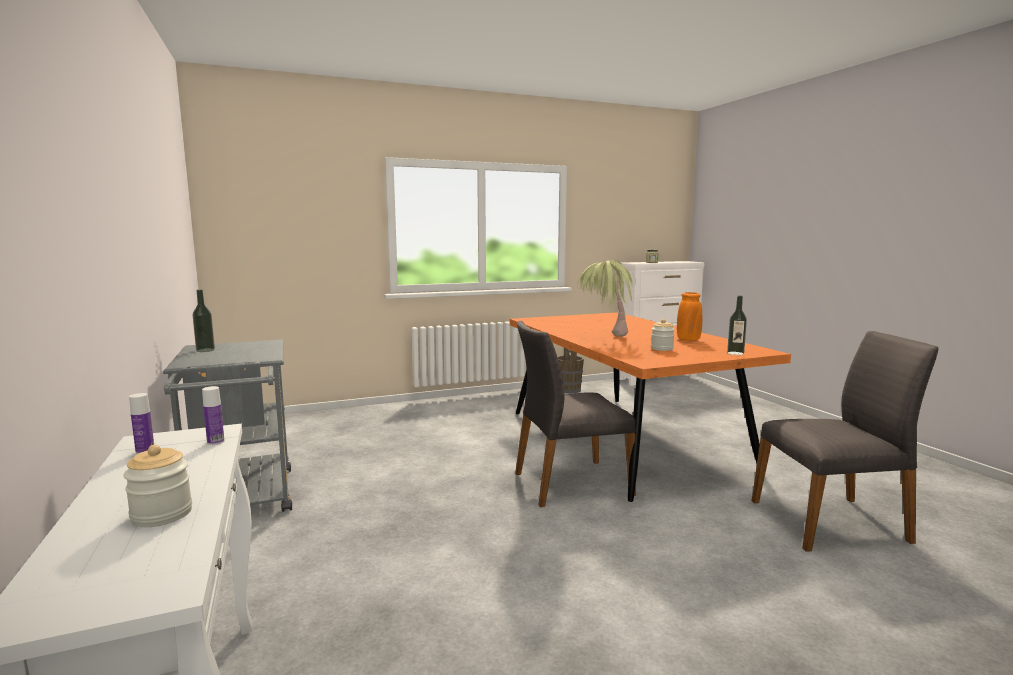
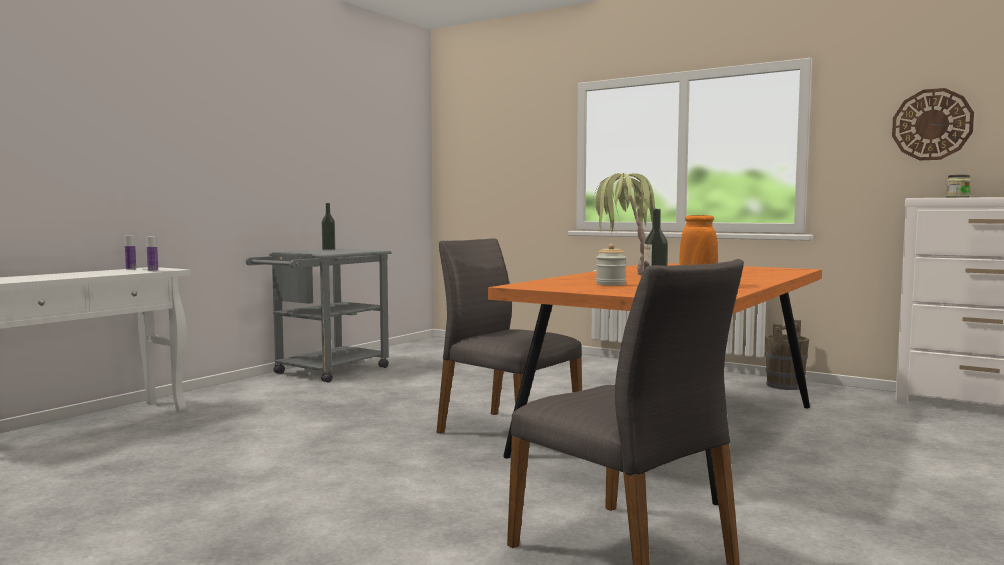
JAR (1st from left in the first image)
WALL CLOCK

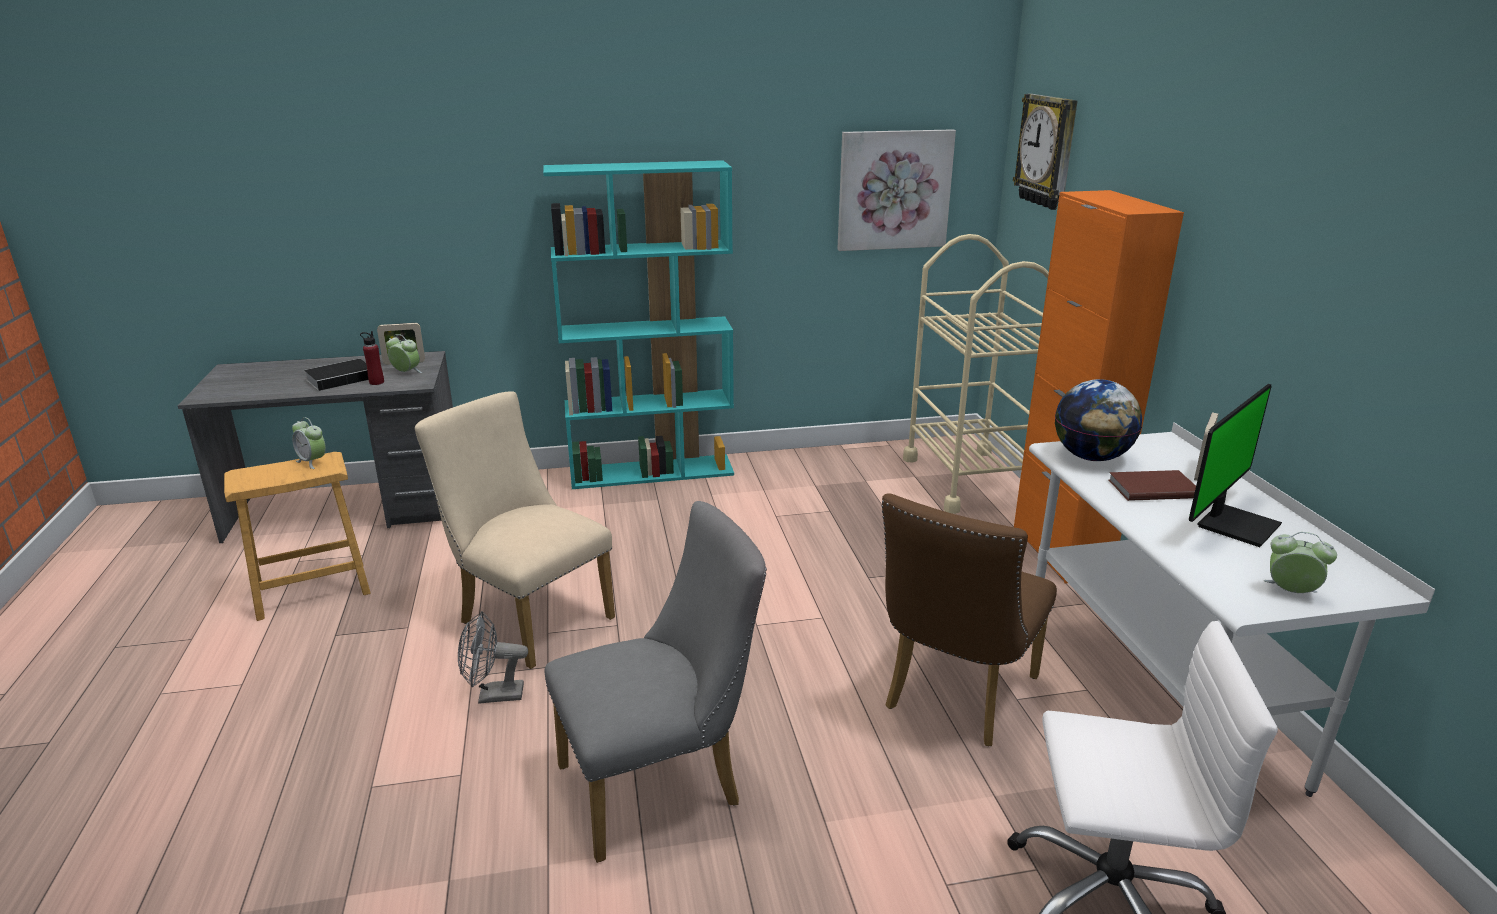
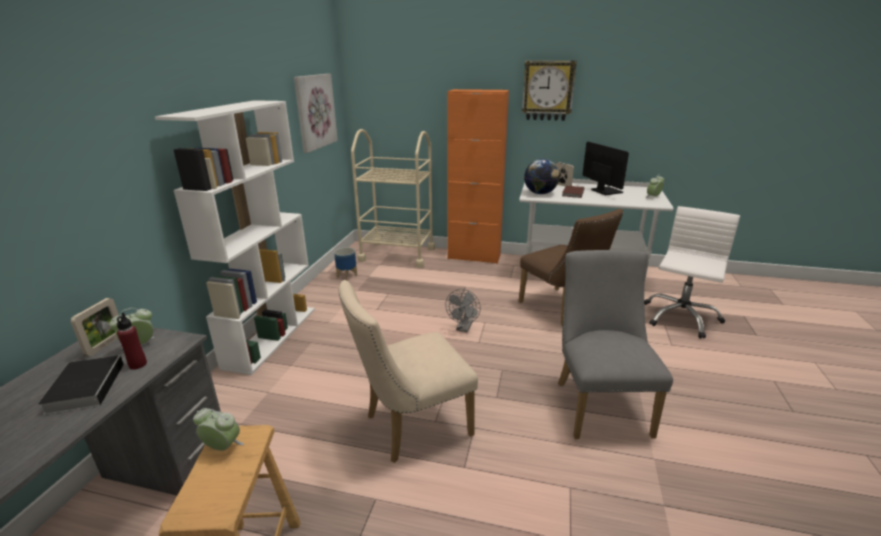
PLANTER
GREY FAN
WALL CLOCK
WHITE BOOKCASE
ALARM CLOCK (2nd from left)

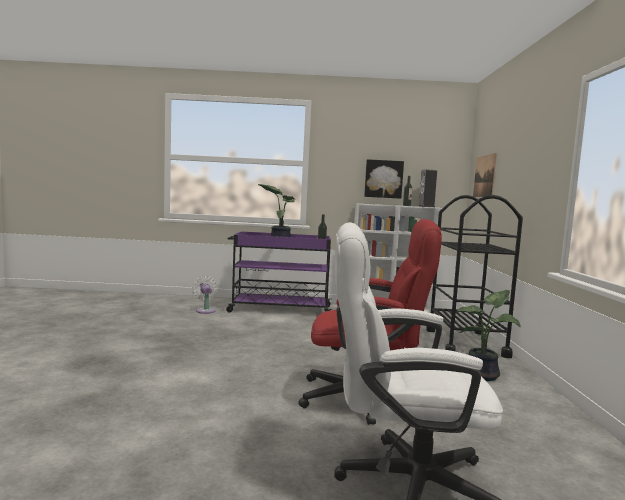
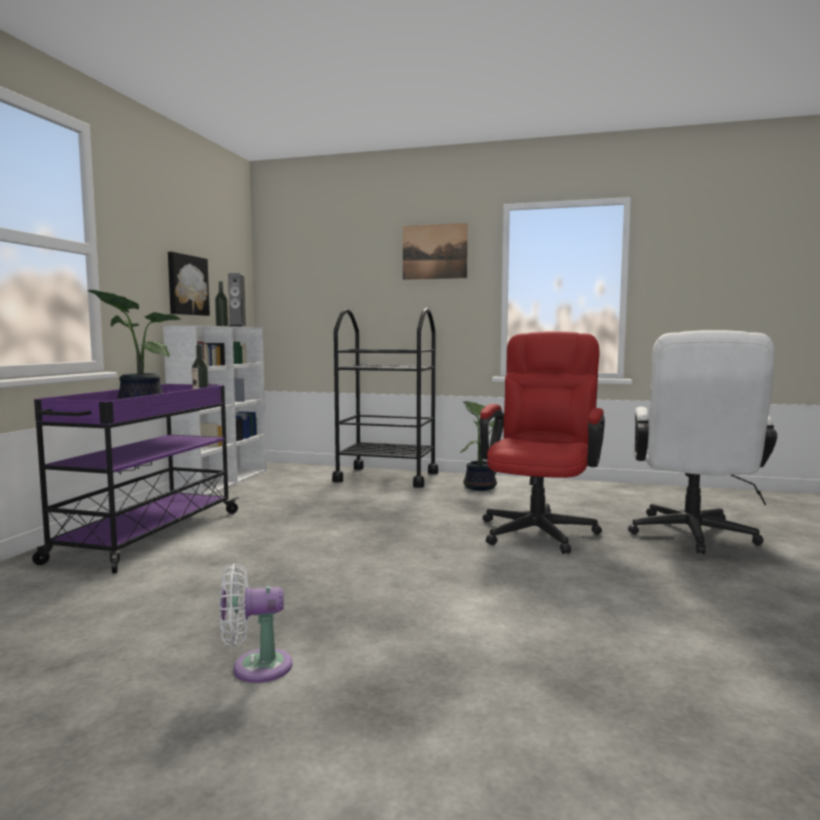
WHITE FAN
PICTURE (2nd from left)

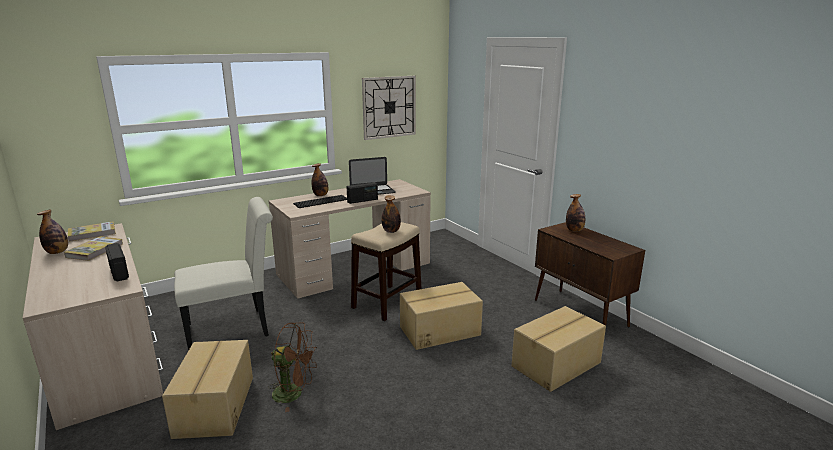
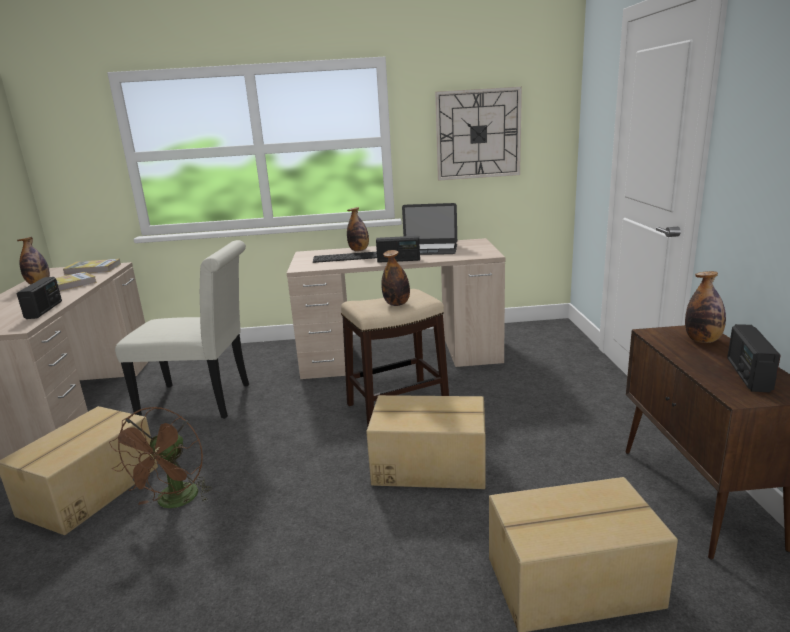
RADIO (3rd from left)
BROWN FAN

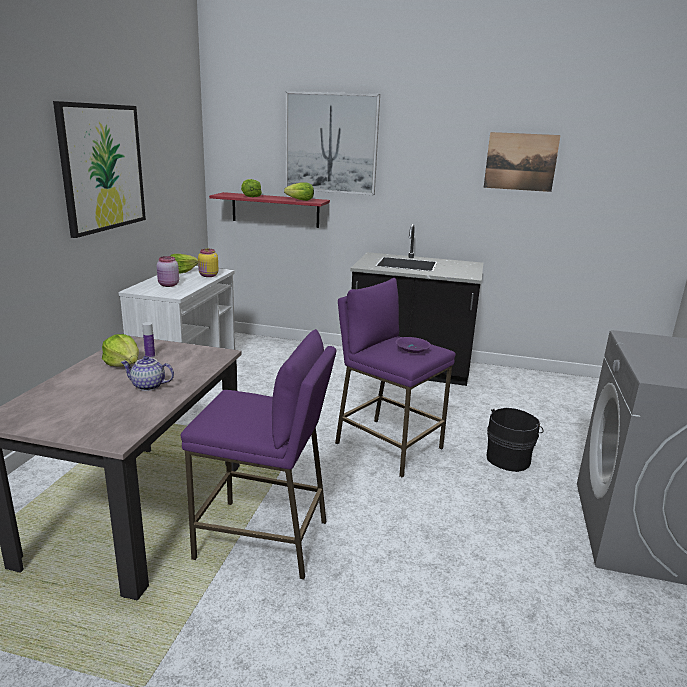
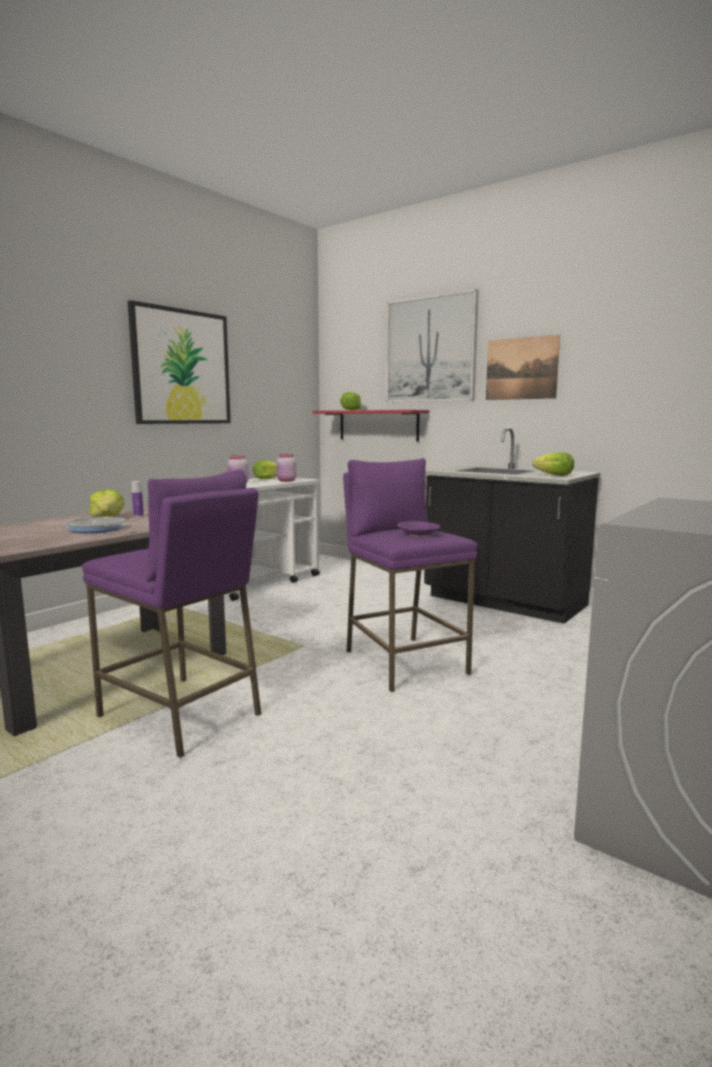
BLACK BUCKET
LETTUCE (4th from left)
PICTURE (3rd from left)
FRYING PAN
PINK JAR (2nd from left)

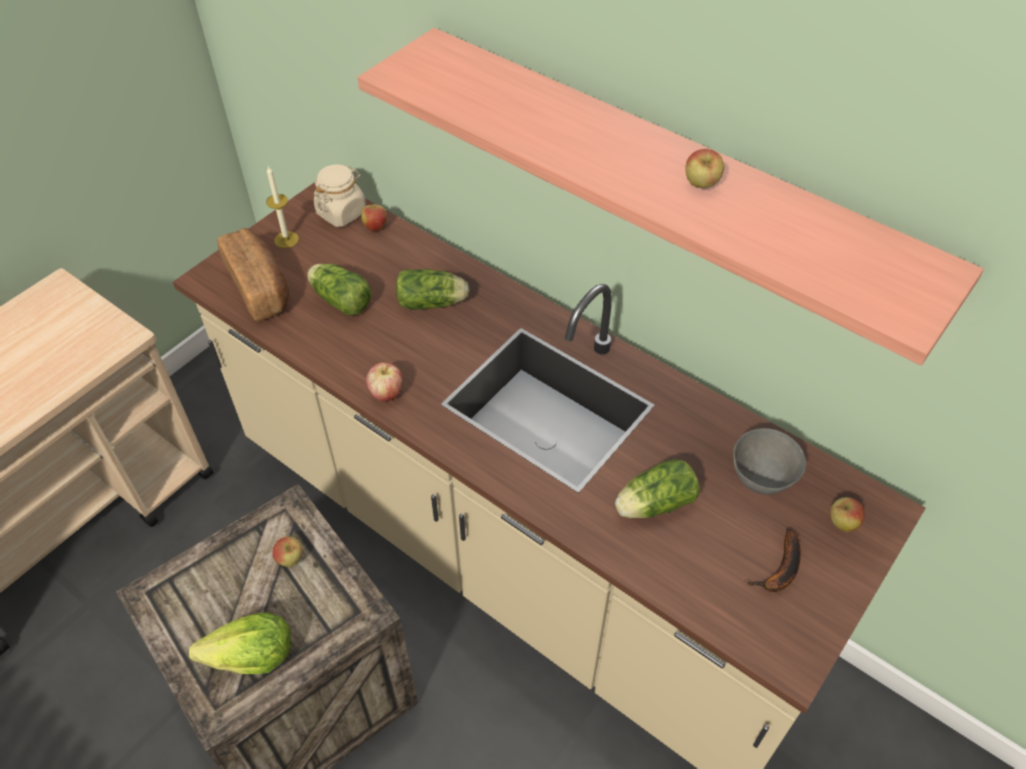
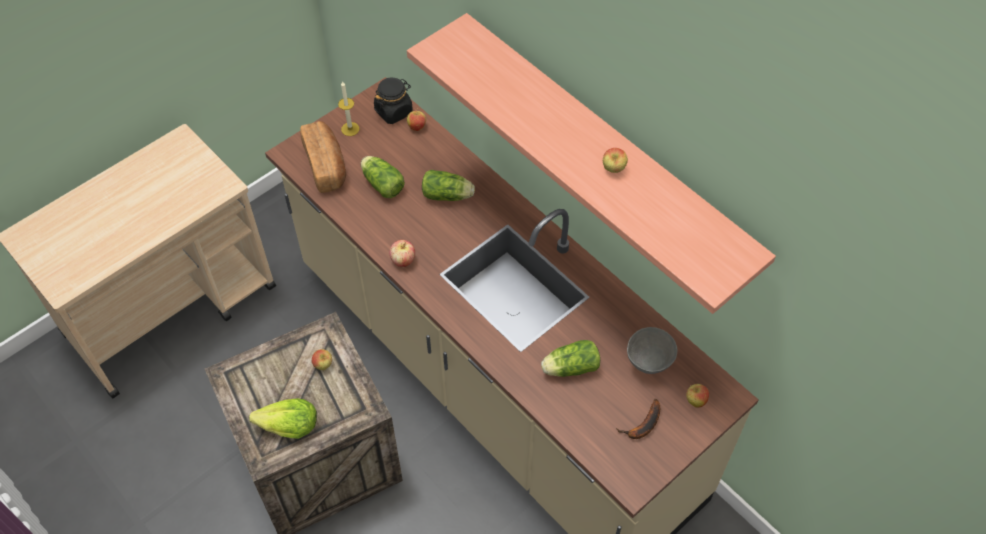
BLACK JAR

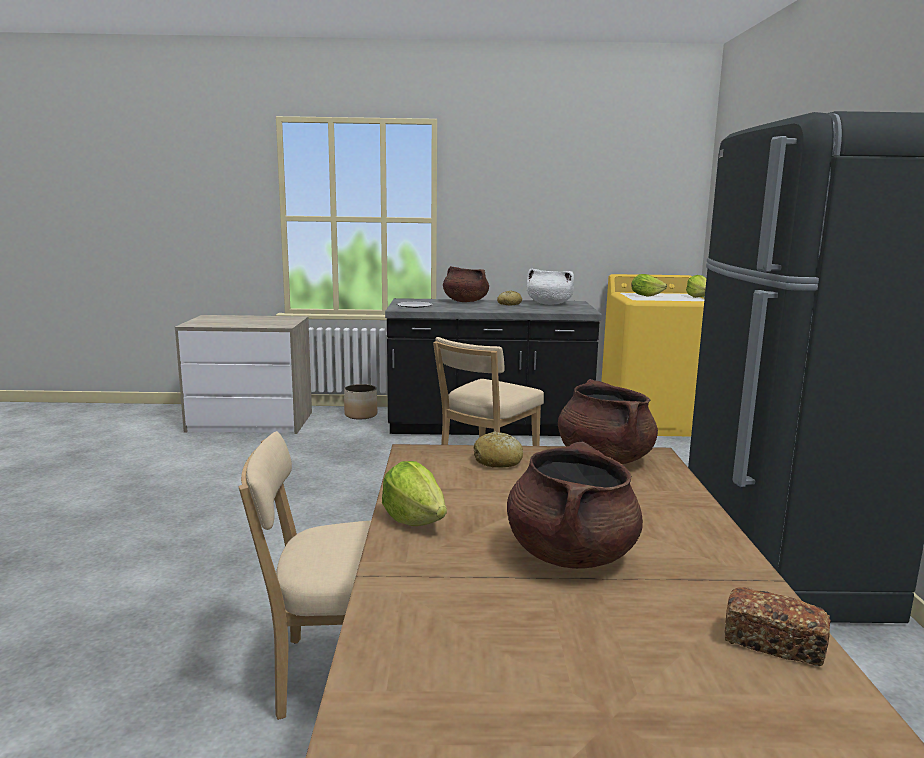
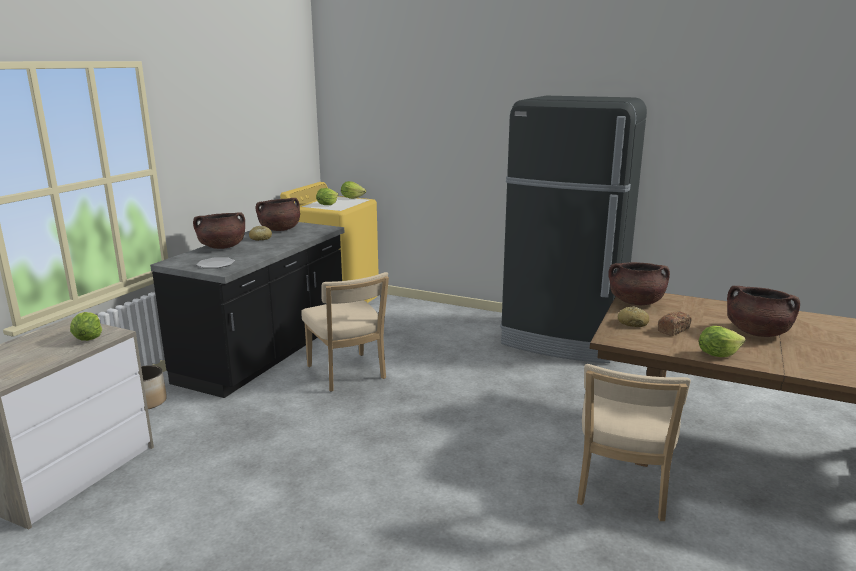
LETTUCE (1st from left)
BREAD (3rd from left)
BROWN COOKING POT (2nd from left)

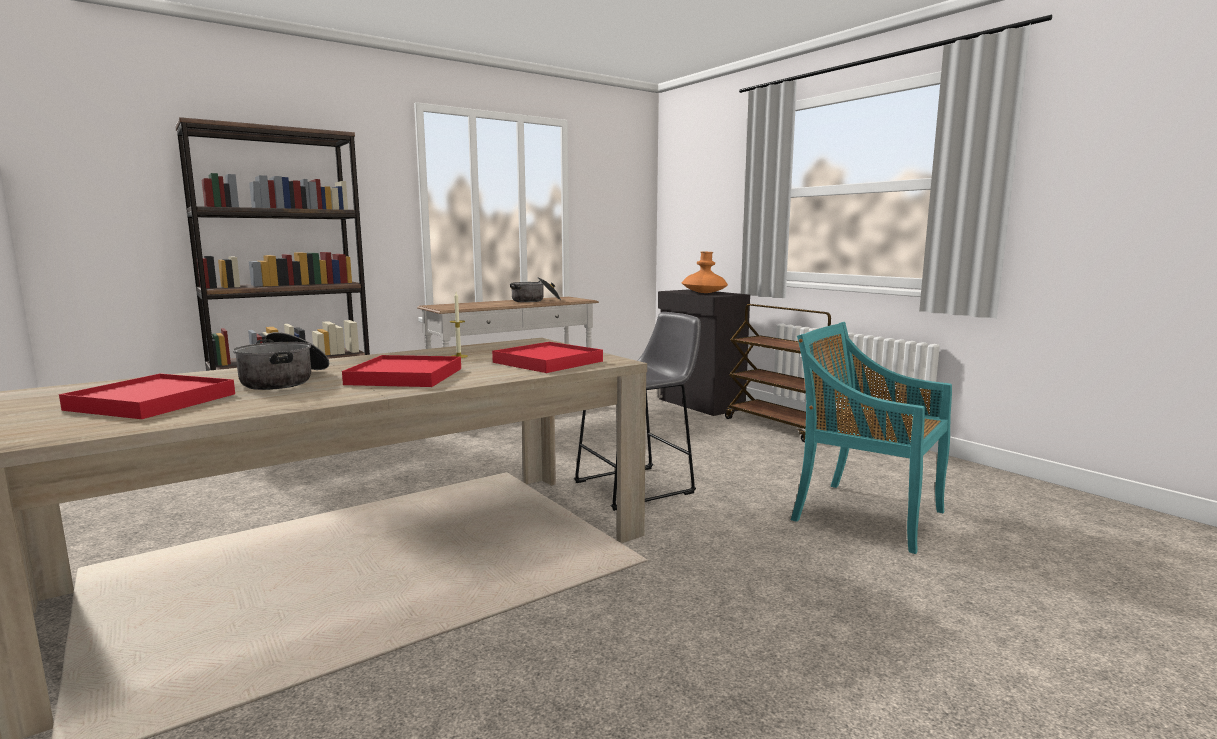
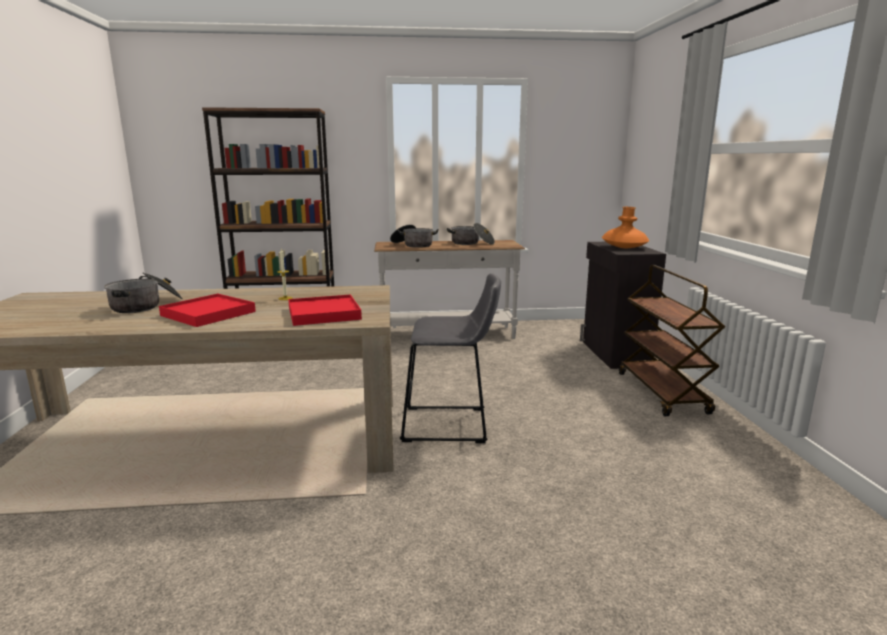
RED TRAY (1st from left in the first image)
TURQUOISE CHAIR
COOKING POT (2nd from left)

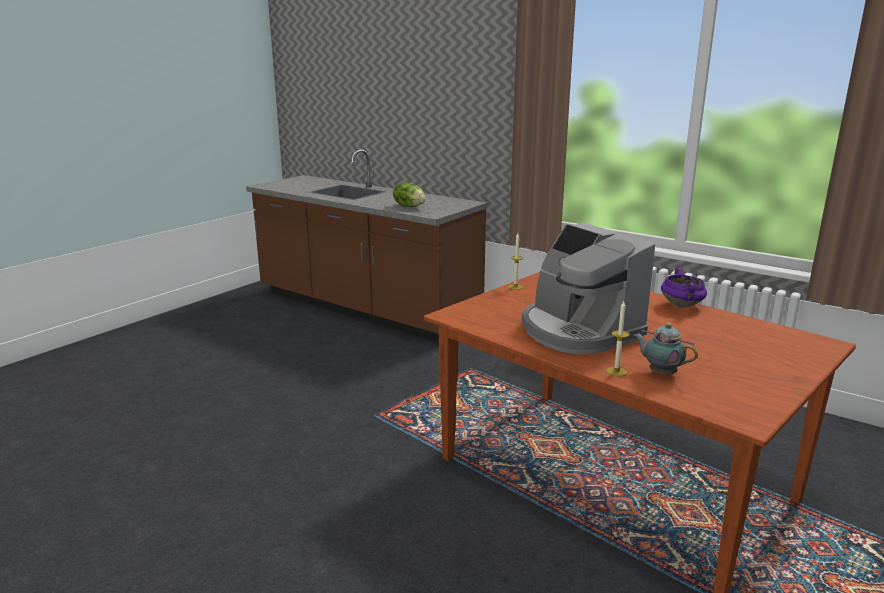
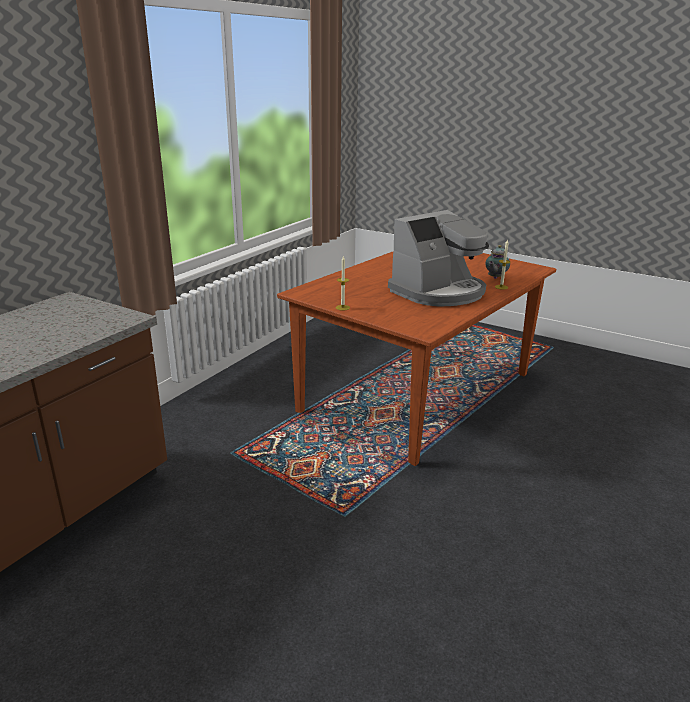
LETTUCE
PURPLE COOKING POT

